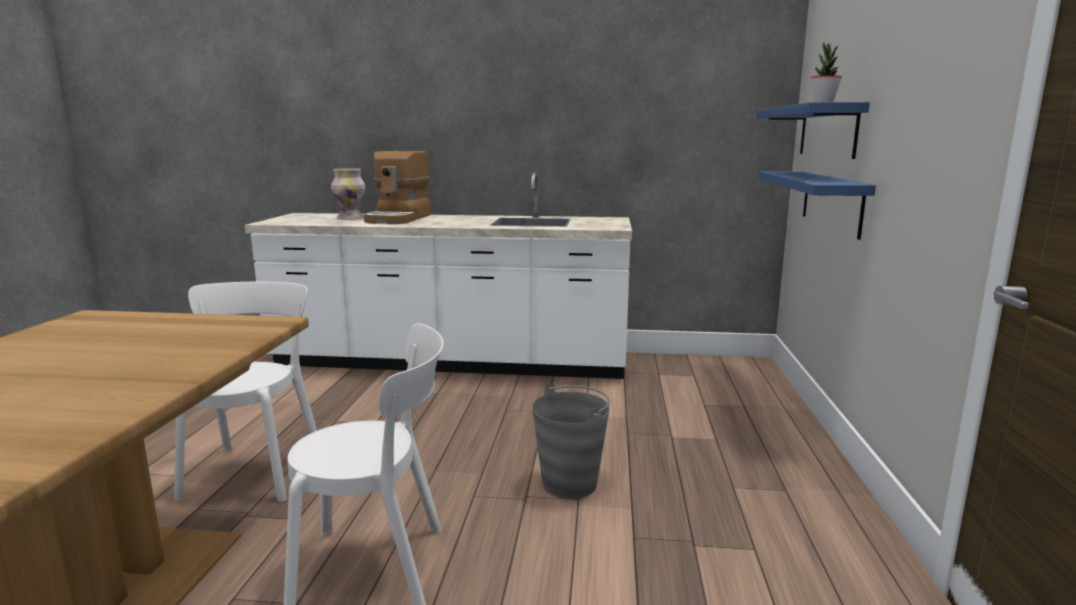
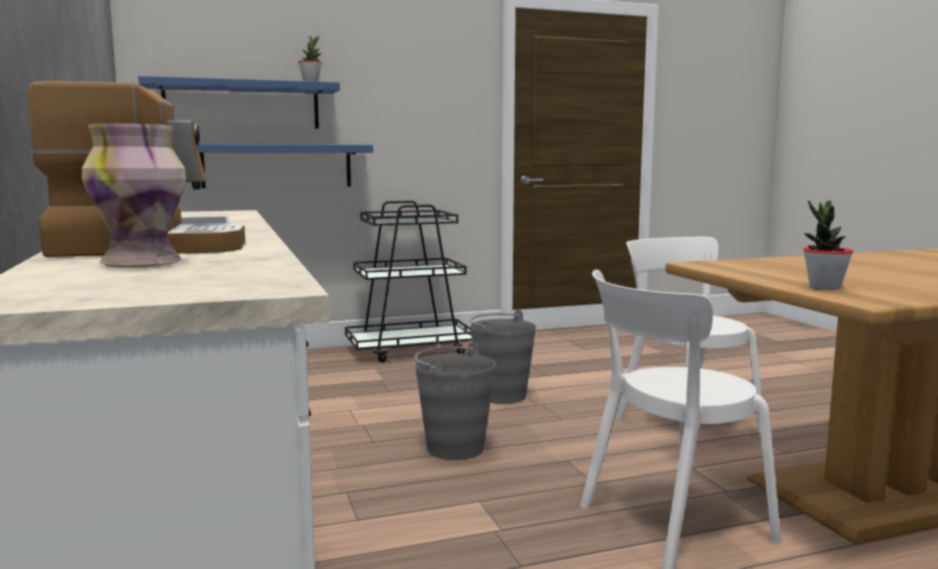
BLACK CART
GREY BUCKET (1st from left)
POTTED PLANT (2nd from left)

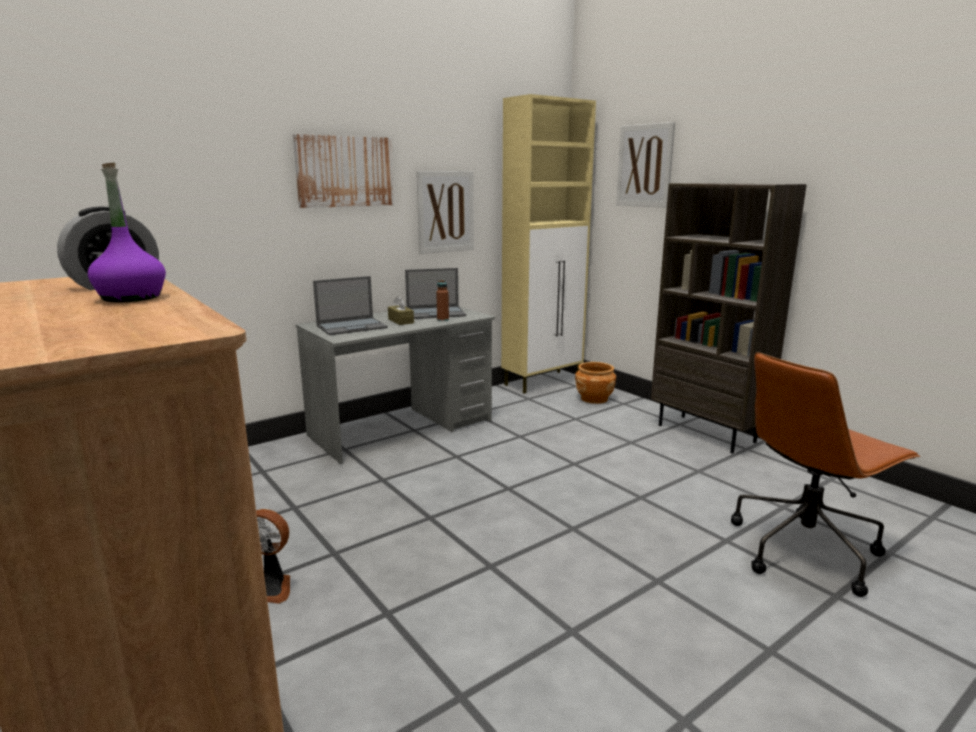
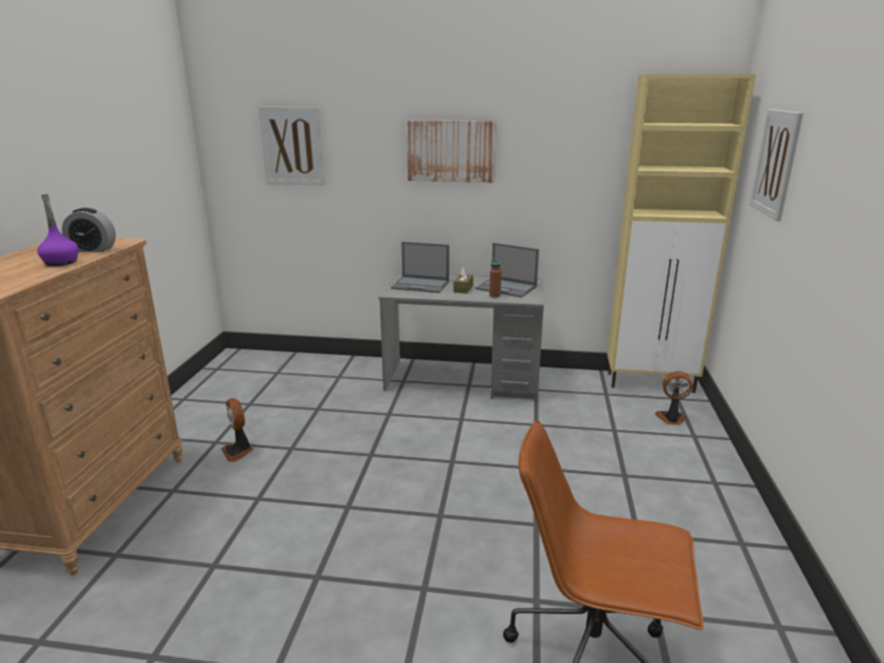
BROWN BOOKCASE
PICTURE (1st from left)
FAN (2nd from left)

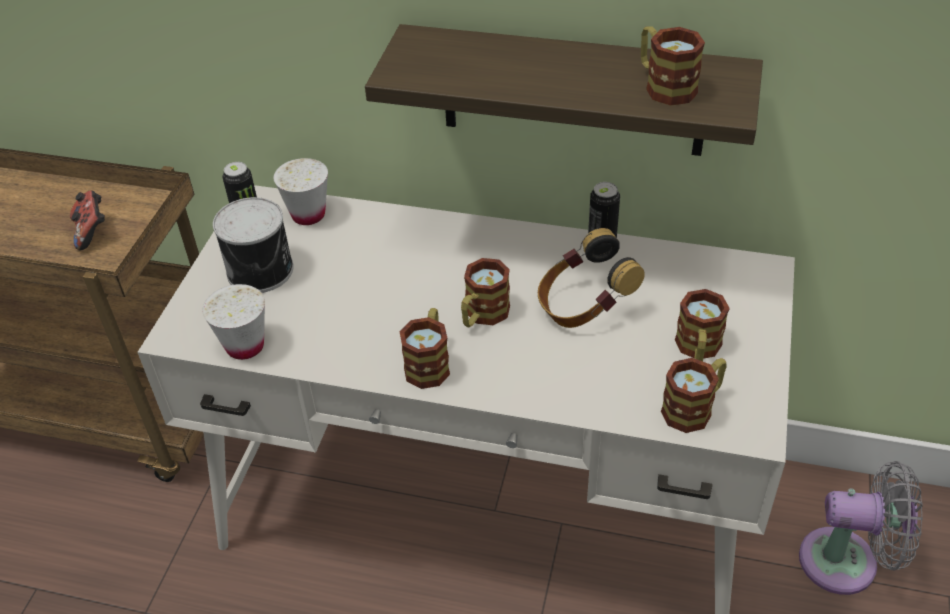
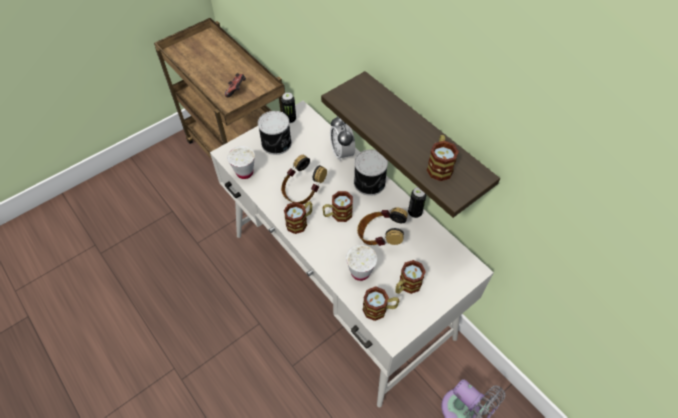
HEADPHONES (1st from left)
ALARM CLOCK
CAN (3rd from left)
WHITE CUP (2nd from left)

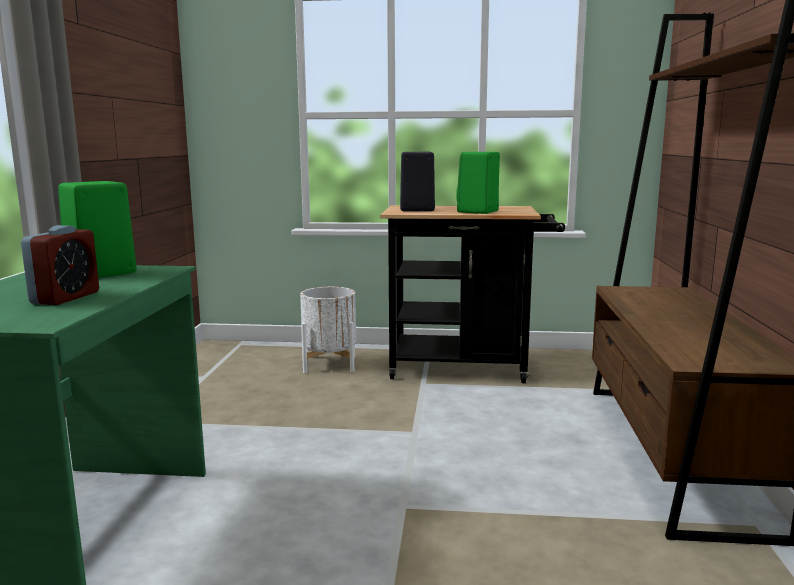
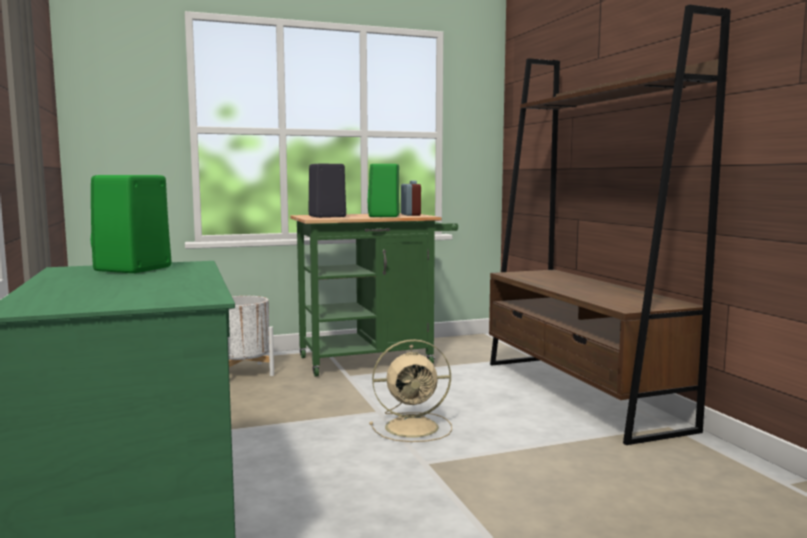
BEIGE FAN
ALARM CLOCK
GREEN CART

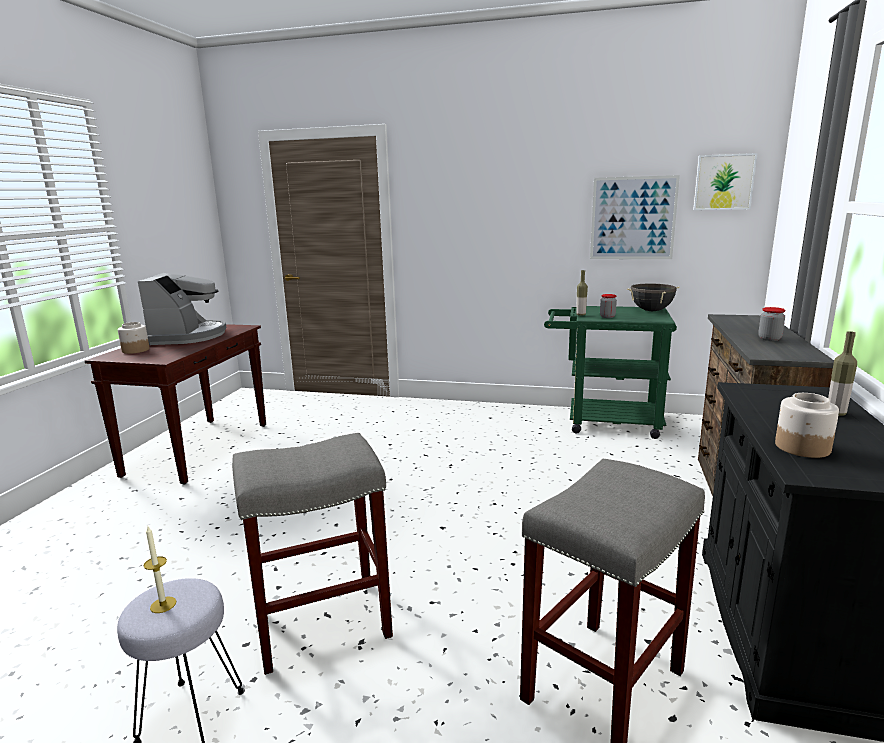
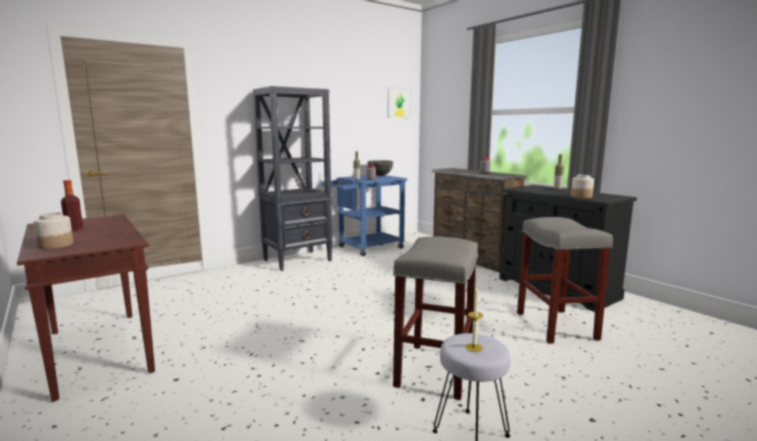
PICTURE (1st from left in the first image)
BLACK BOOKCASE
BOTTLE (1st from left)
BLUE CART

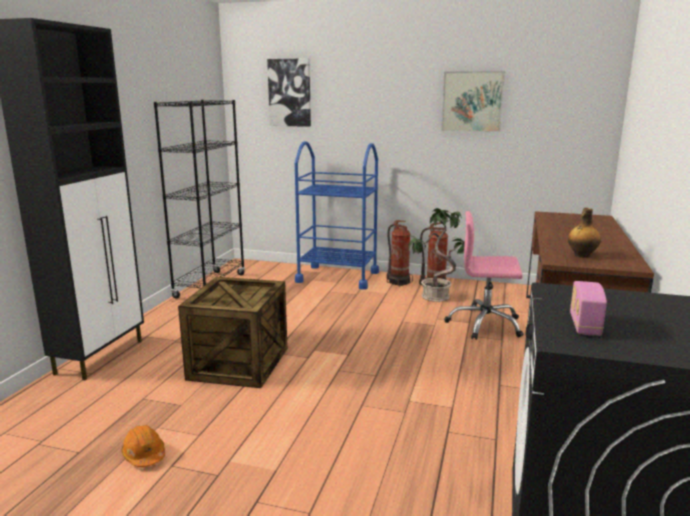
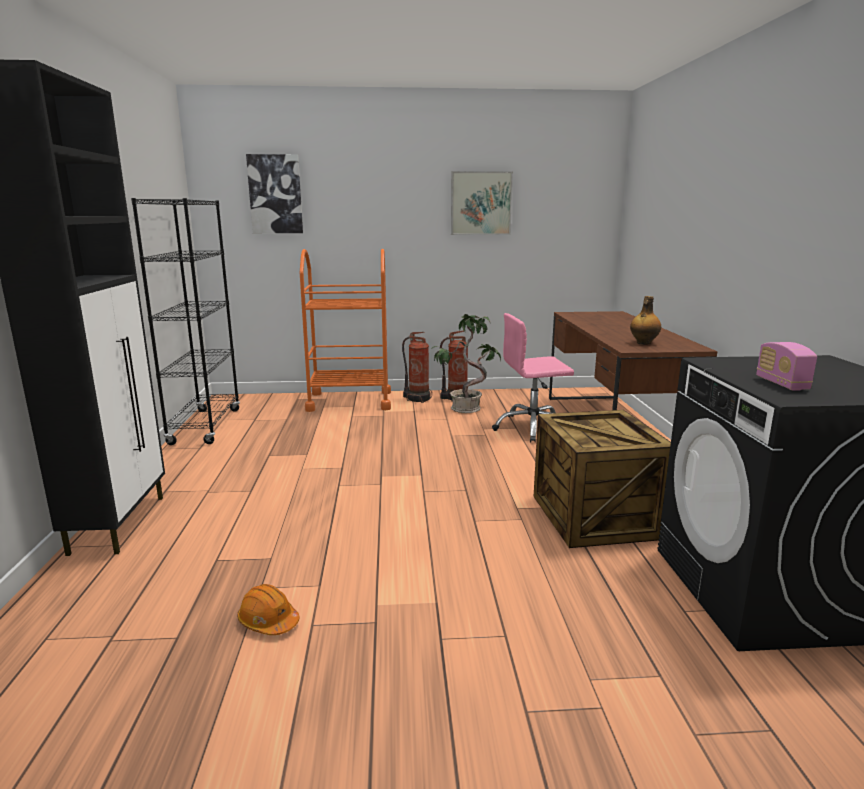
CRATE
ORANGE CART

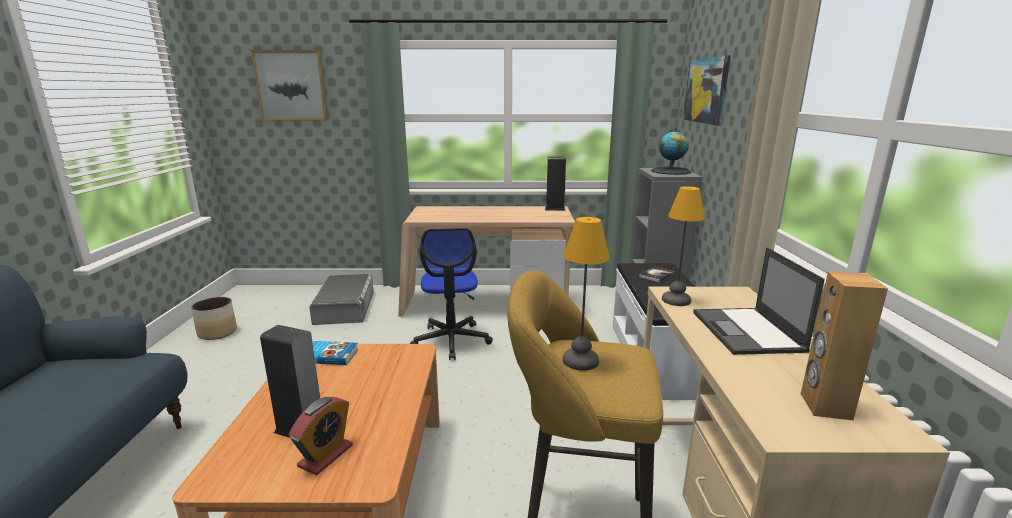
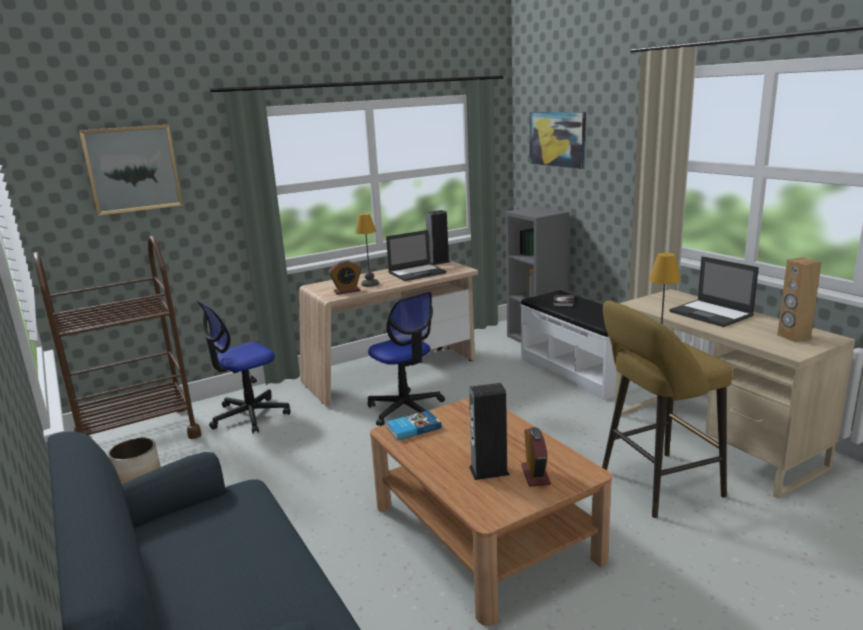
GLOBE
BROWN CART
ALARM CLOCK (1st from left)
LAPTOP (1st from left)
TABLE LAMP (1st from left)
OFFICE CHAIR (1st from left)

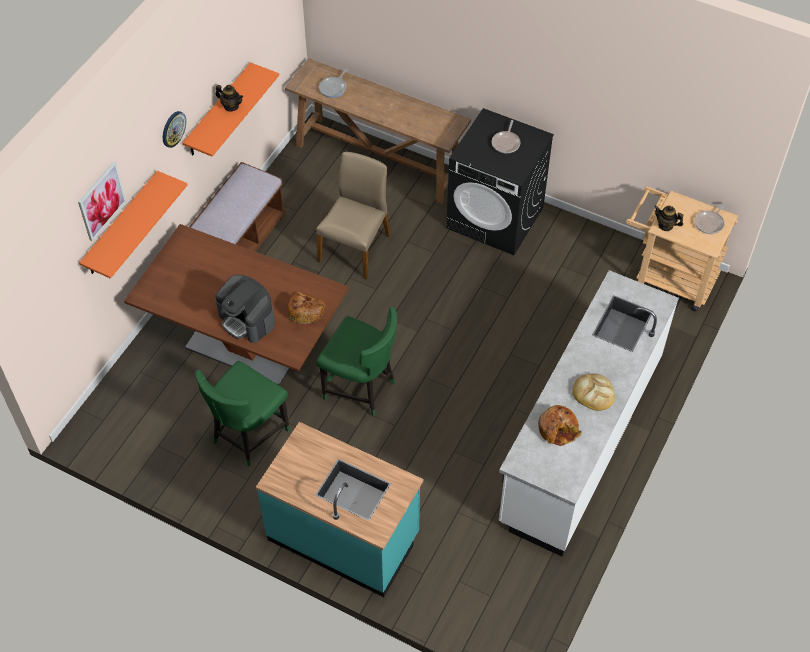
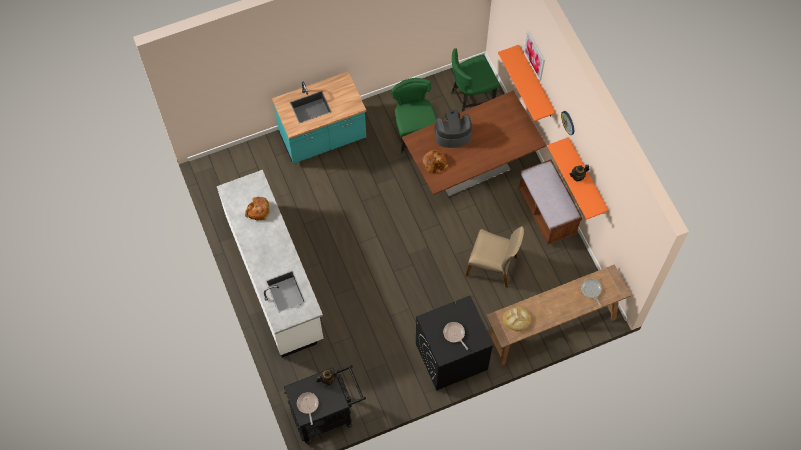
GREEN CHAIR (2nd from left)
BREAD (3rd from left)
BLACK CART
BEIGE CHAIR

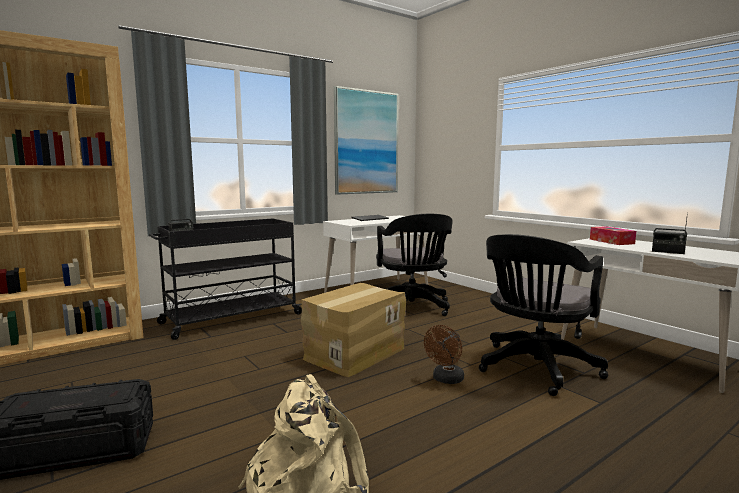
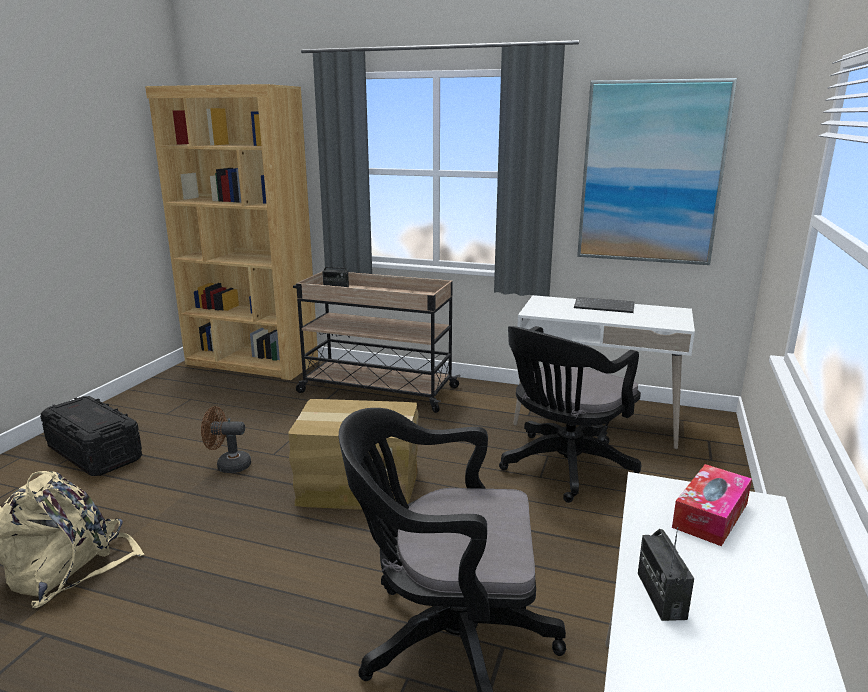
BROWN FAN
BEIGE CART

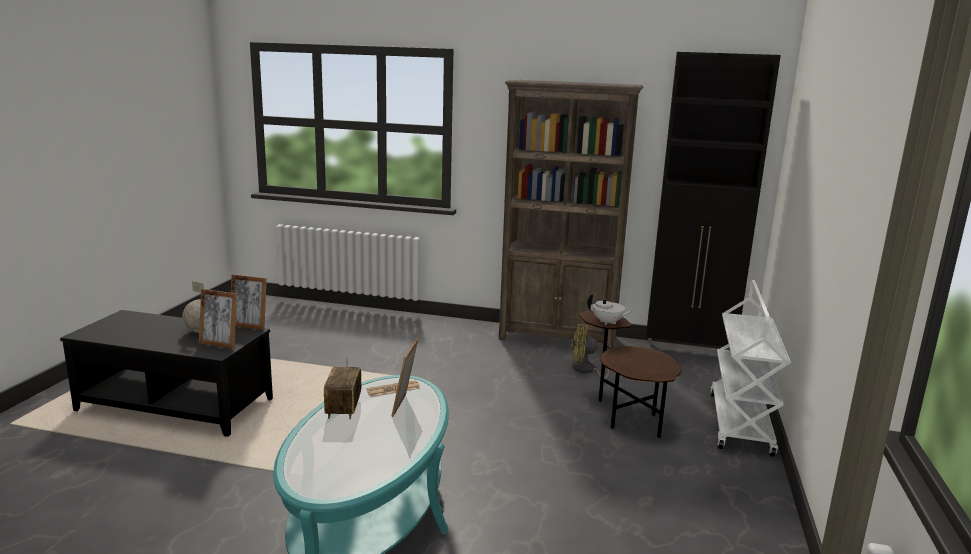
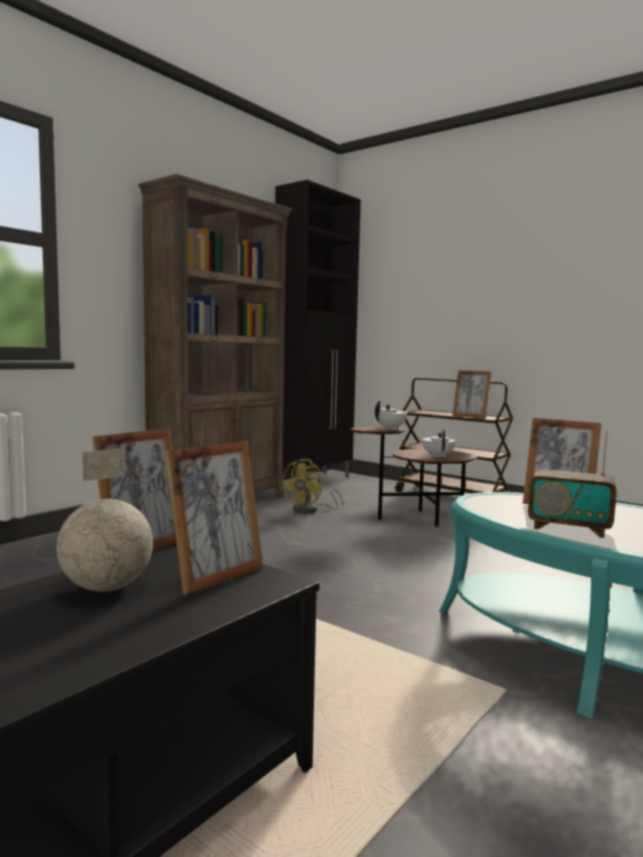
NEWSPAPER
WHITE TEAPOT (2nd from left)
PICTURE FRAME (3rd from left)
BROWN CART

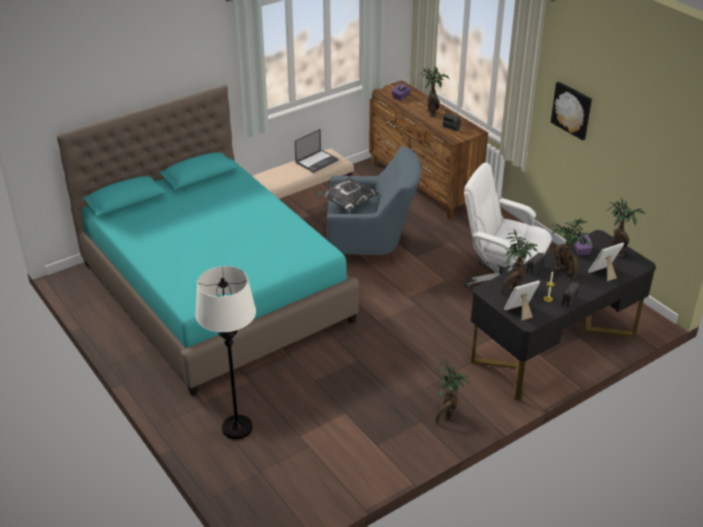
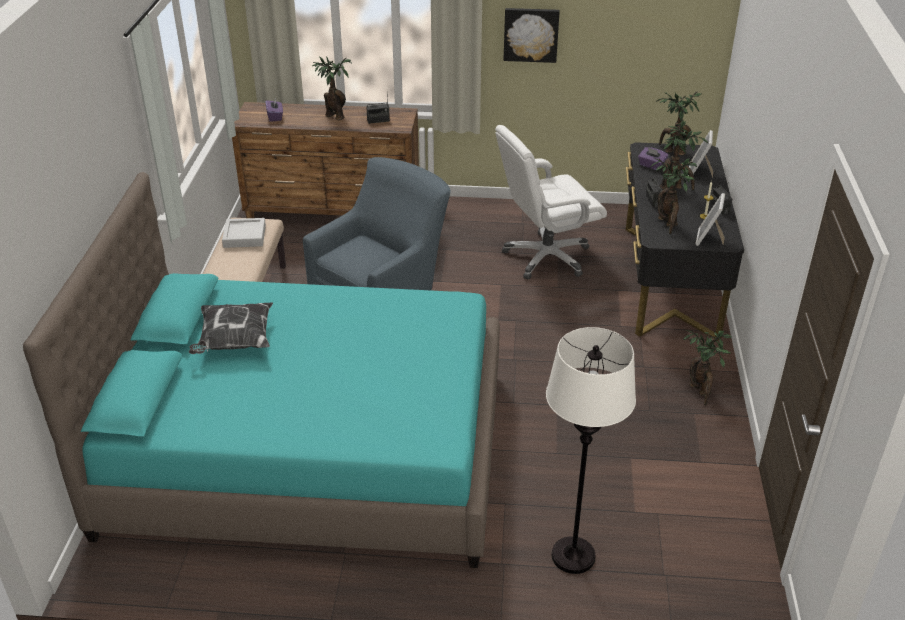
PILLOW
GREY TRAY

